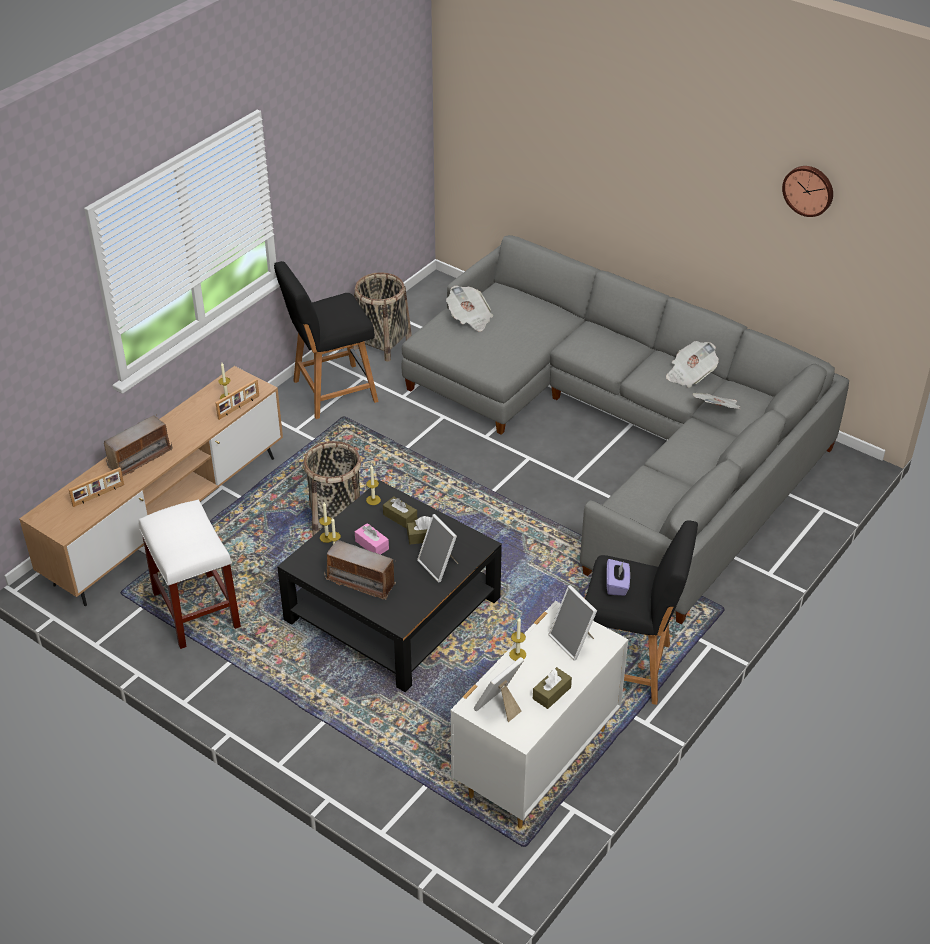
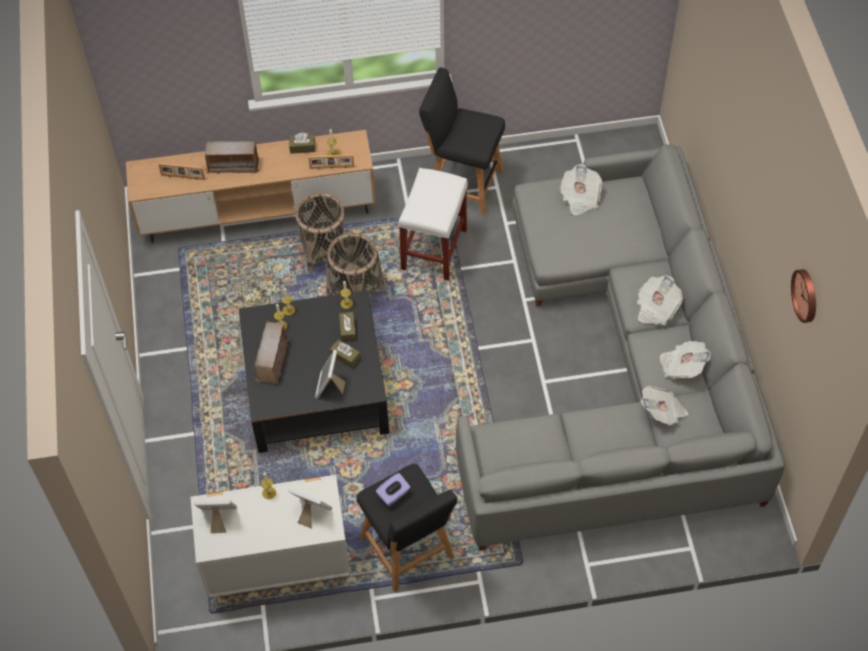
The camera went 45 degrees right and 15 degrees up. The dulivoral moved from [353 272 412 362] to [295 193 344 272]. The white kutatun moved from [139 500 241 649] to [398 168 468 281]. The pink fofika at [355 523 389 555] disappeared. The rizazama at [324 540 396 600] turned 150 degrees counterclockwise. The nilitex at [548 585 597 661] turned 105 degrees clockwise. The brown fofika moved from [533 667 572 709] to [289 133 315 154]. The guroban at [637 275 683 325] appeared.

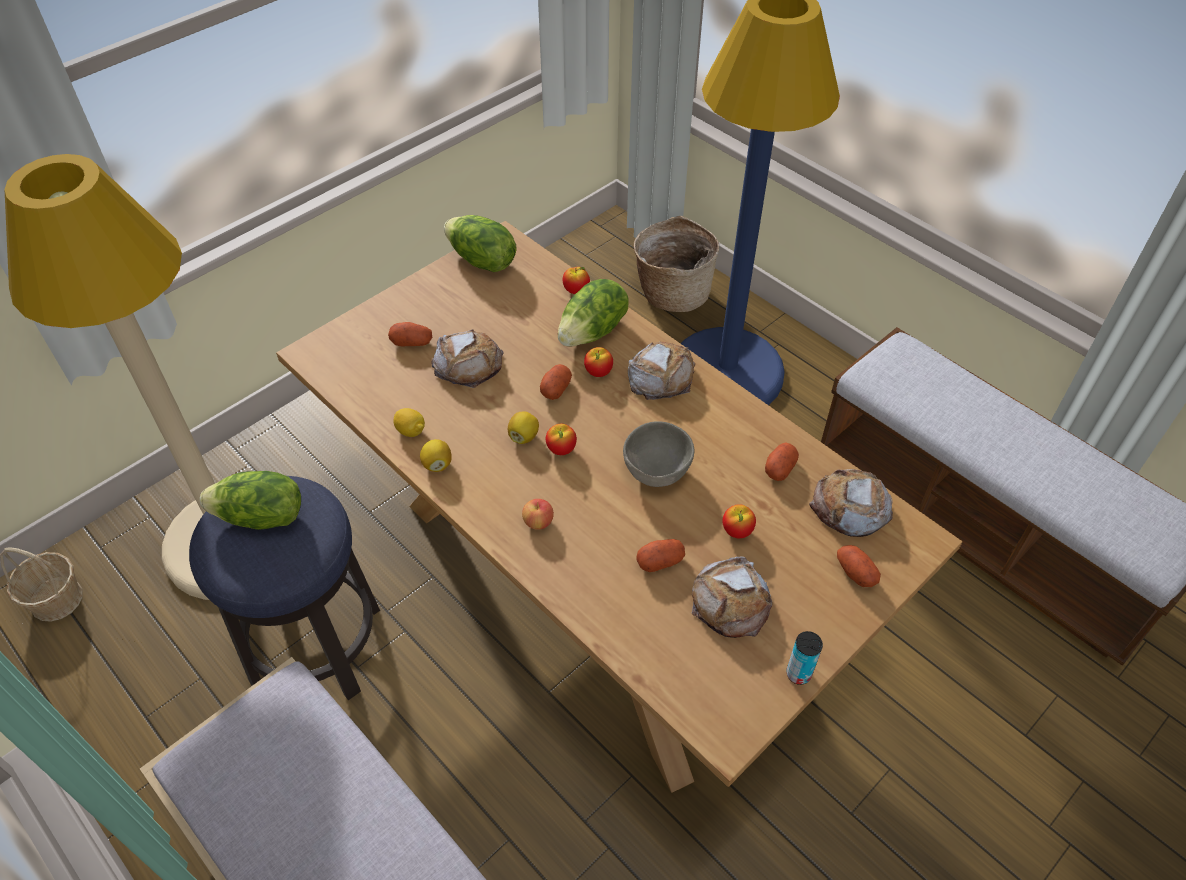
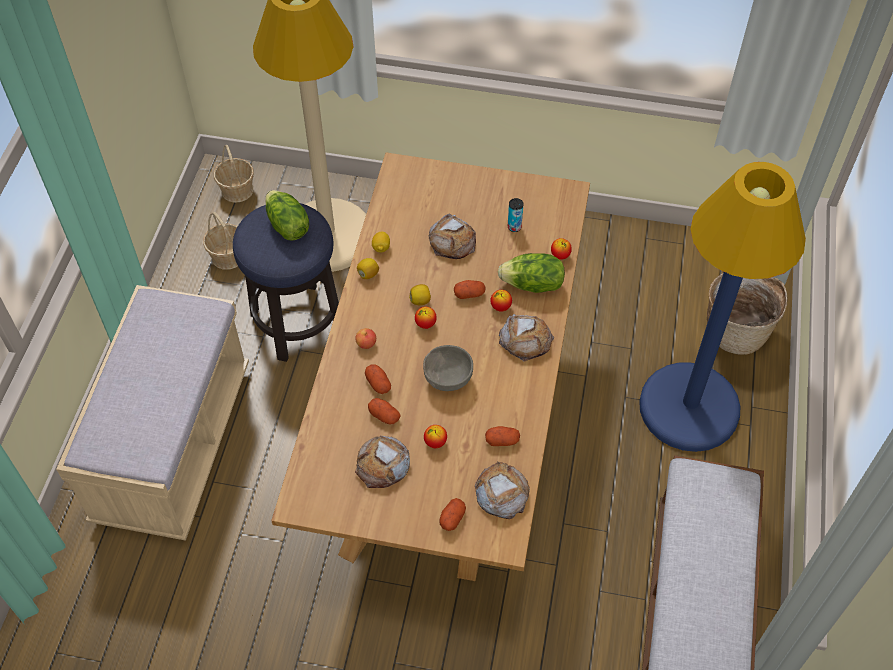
The camera went 55 degrees right and 5 degrees up. The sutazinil at [444 215 517 272] disappeared. The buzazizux moved from [388 322 433 347] to [365 364 391 394]. The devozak moved from [786 631 823 685] to [507 198 524 232]. The dulivoral at [203 212 238 270] appeared.

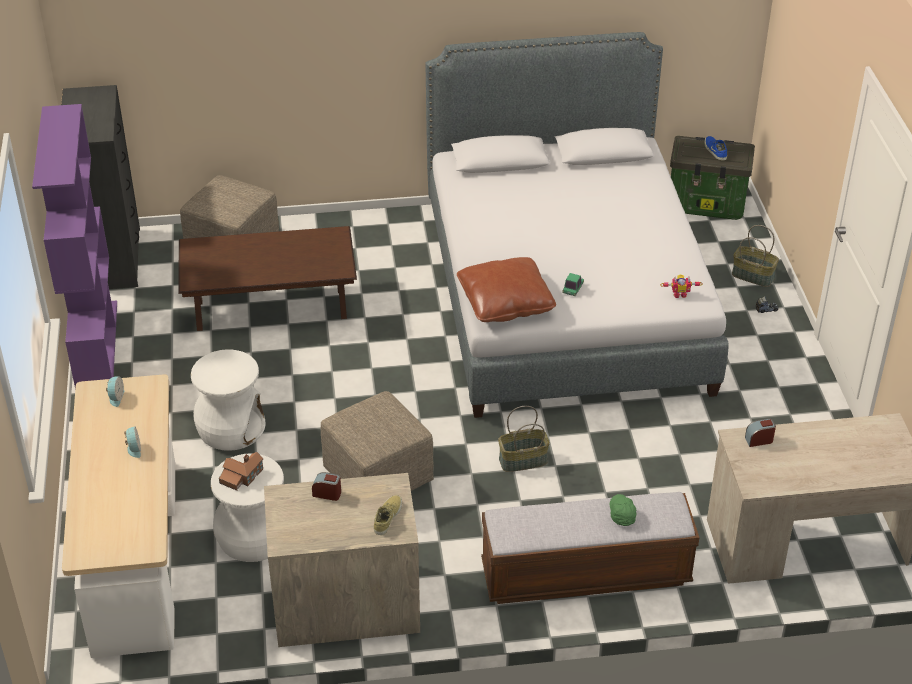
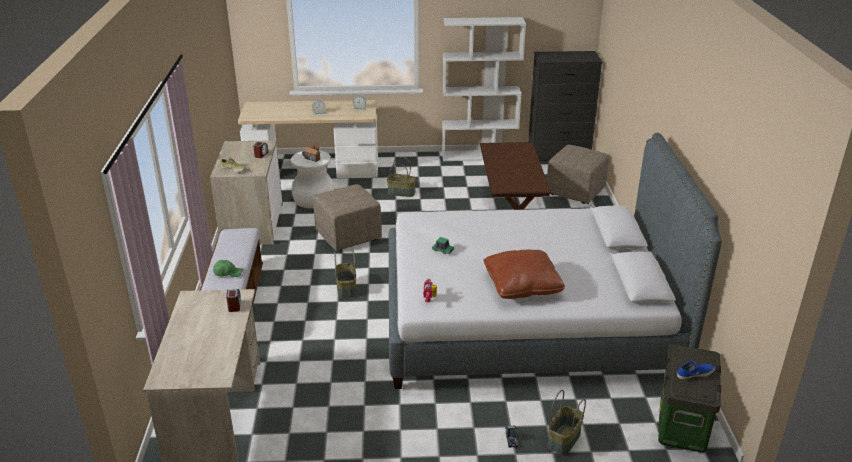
The camera went 95 degrees right and 10 degrees down. The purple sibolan at [32 104 117 388] became the white sibolan at [442 17 526 161]. The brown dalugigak moved from [457 257 556 322] to [483 250 565 299]. The white kutatun at [191 349 266 451] was replaced by the dulivoral at [387 157 416 197].

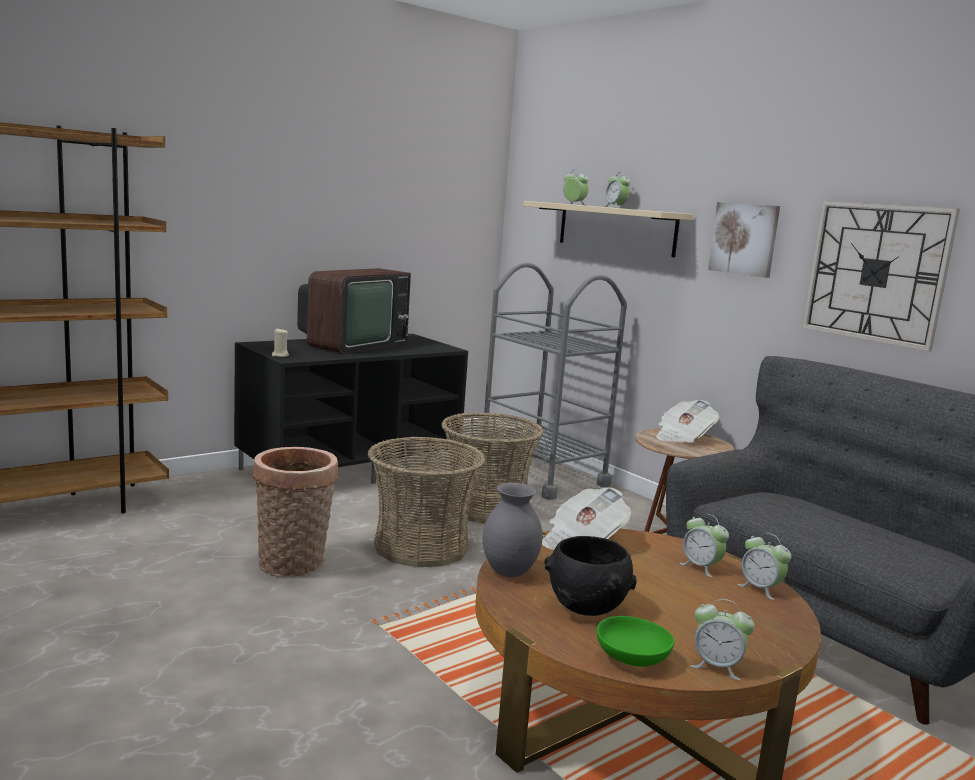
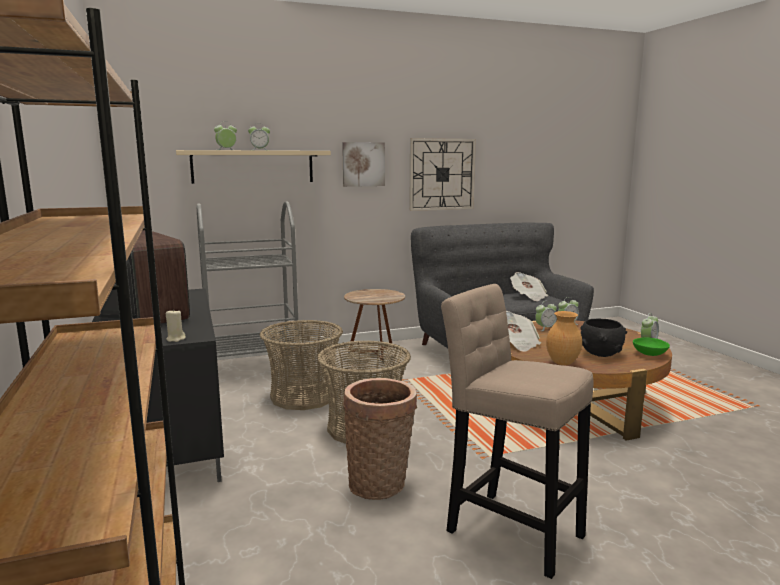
The camera went 70 degrees left and 0 degrees up. The guroban moved from [656 400 719 443] to [510 272 548 301]. The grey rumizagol at [482 483 543 577] became the brown rumizagol at [546 311 582 365]. The beige kutatun at [441 284 594 579] appeared.

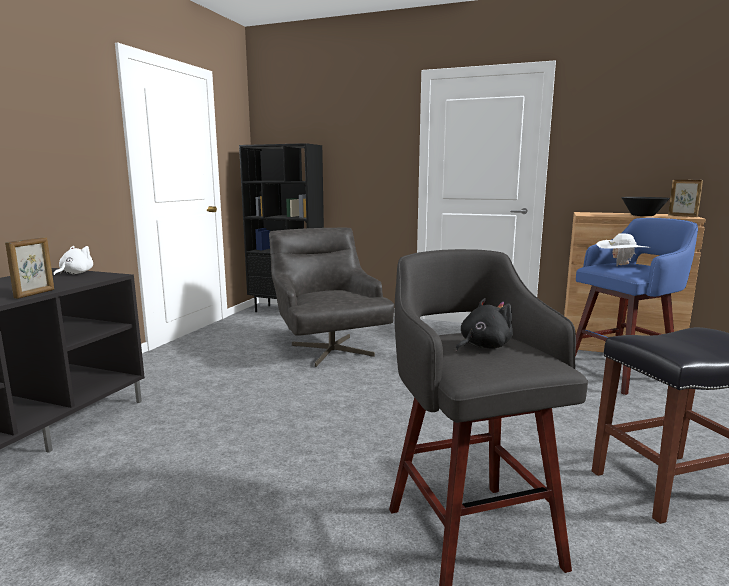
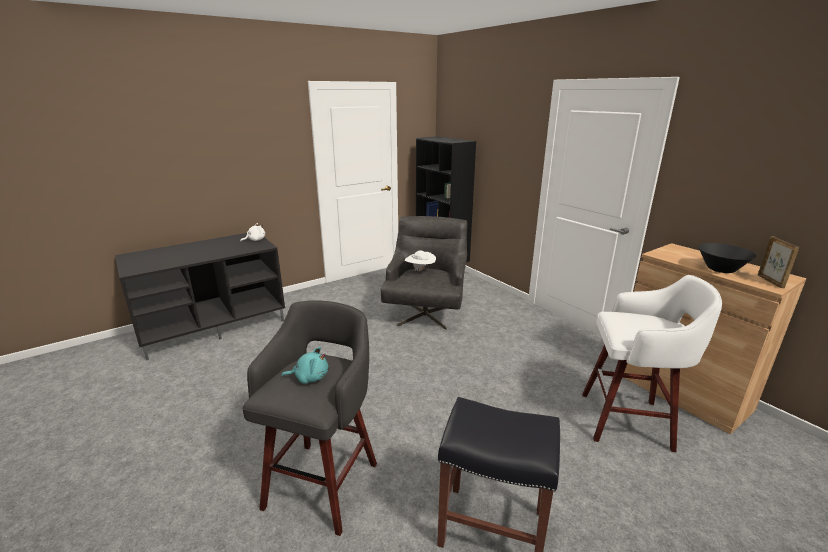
The camera went 35 degrees right and 10 degrees up. The blue kutatun at [575 218 698 395] became the white kutatun at [582 275 722 452]. The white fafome moved from [596 233 652 266] to [405 251 436 271]. The nilitex at [5 237 54 299] disappeared. The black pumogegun at [455 298 513 351] became the turquoise pumogegun at [281 347 328 384].

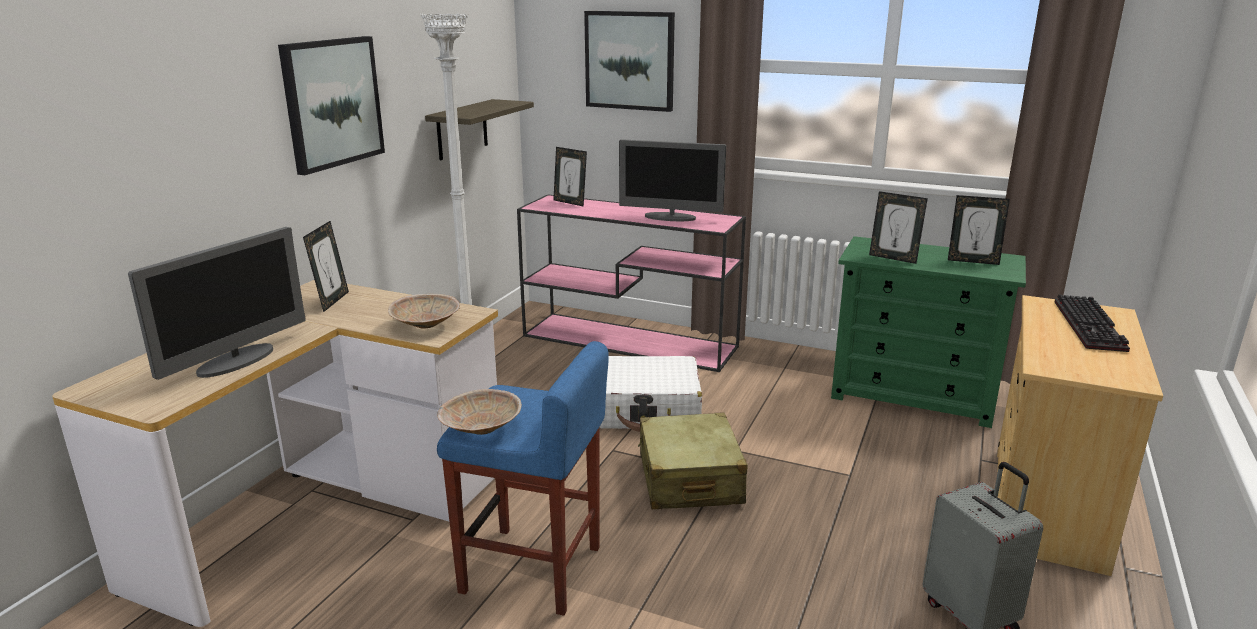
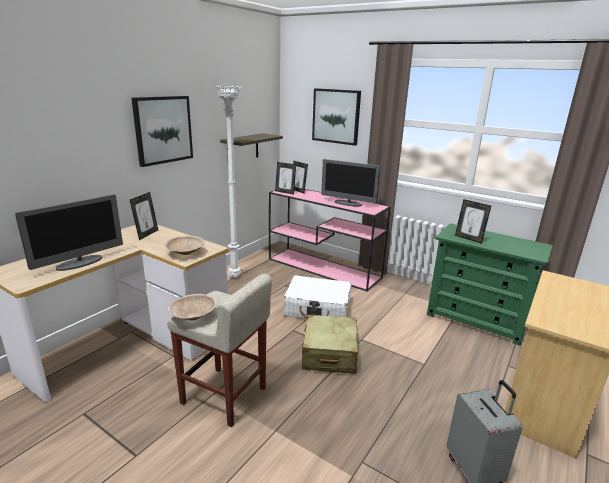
The camera went 10 degrees right and 0 degrees up. The nilitex moved from [948 195 1010 265] to [275 162 296 194]. The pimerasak at [1055 295 1130 352] disappeared. The blue kutatun at [437 341 609 616] became the beige kutatun at [167 274 272 428].

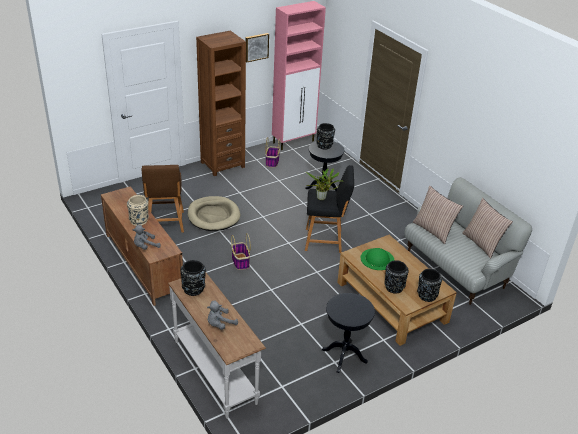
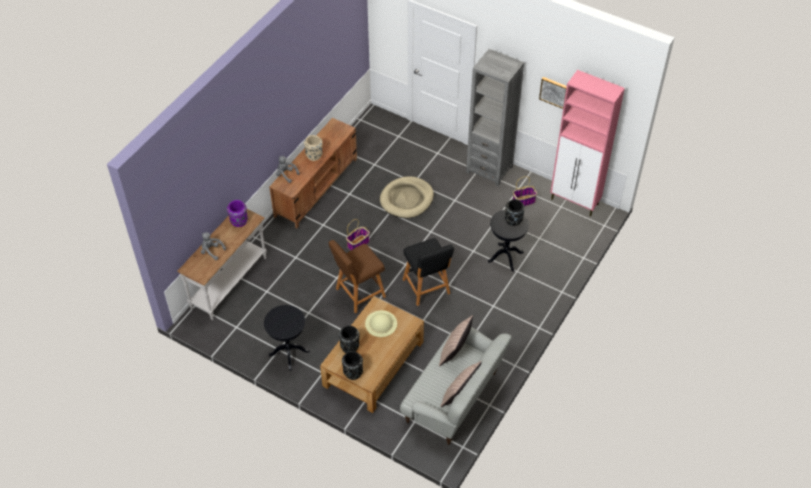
The camera went 65 degrees right and 15 degrees up. The brown sibolan at [196 31 246 176] became the grey sibolan at [466 49 524 186]. The brown kutatun moved from [142 165 184 233] to [328 240 386 314]. The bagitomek at [305 168 343 200] disappeared. The green fafome at [361 248 394 270] became the beige fafome at [365 310 397 337]. The black rumizagol at [180 260 206 296] became the purple rumizagol at [227 200 248 227].

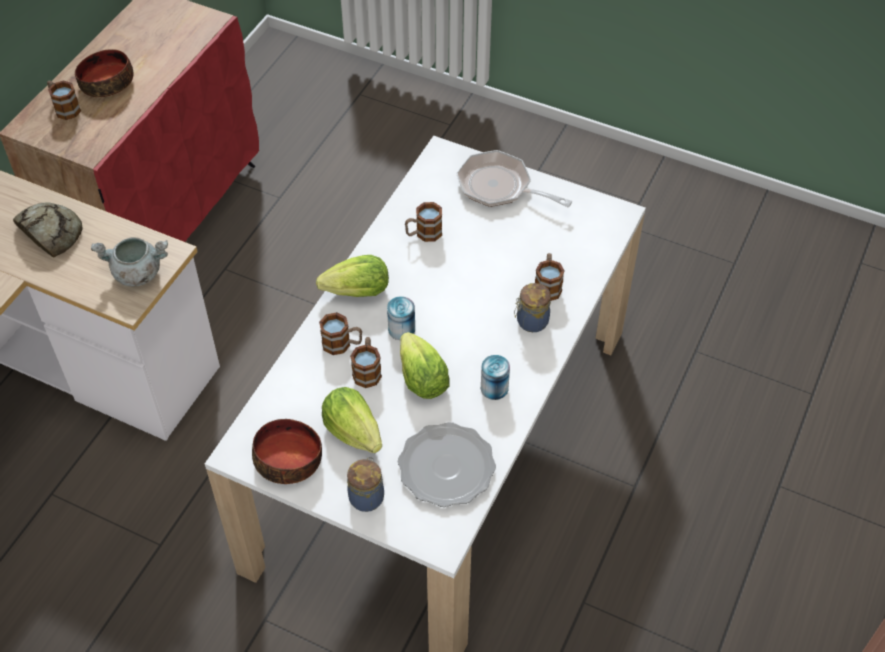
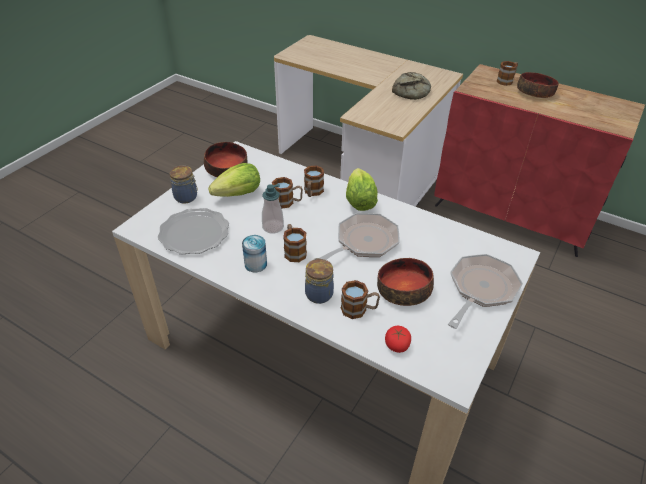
The camera went 95 degrees right and 10 degrees down. The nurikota moved from [405 202 442 242] to [283 224 307 262]. The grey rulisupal at [91 237 168 287] disappeared. The devozak at [387 296 415 340] disappeared. The sutazinil at [400 332 450 399] was replaced by the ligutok at [262 184 284 234]. The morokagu at [319 213 400 260] appeared. The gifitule at [377 258 434 306] appeared. The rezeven at [385 326 411 353] appeared.

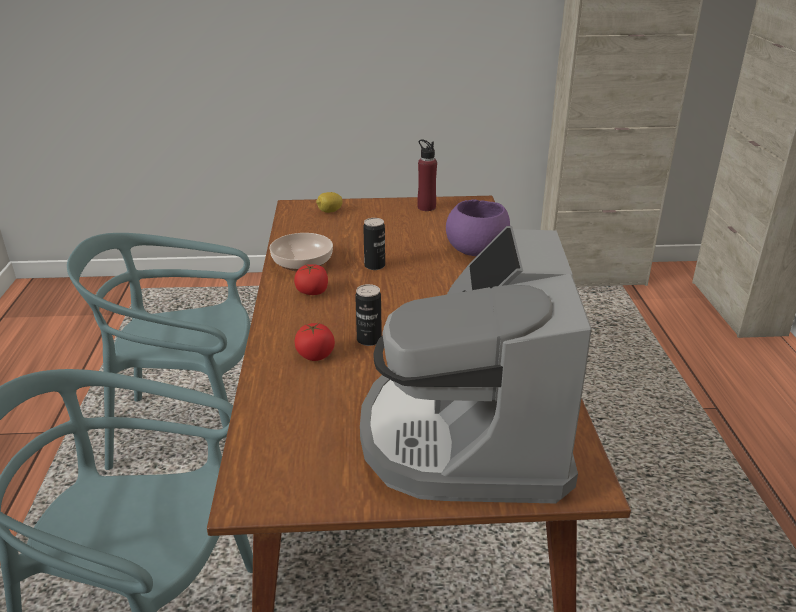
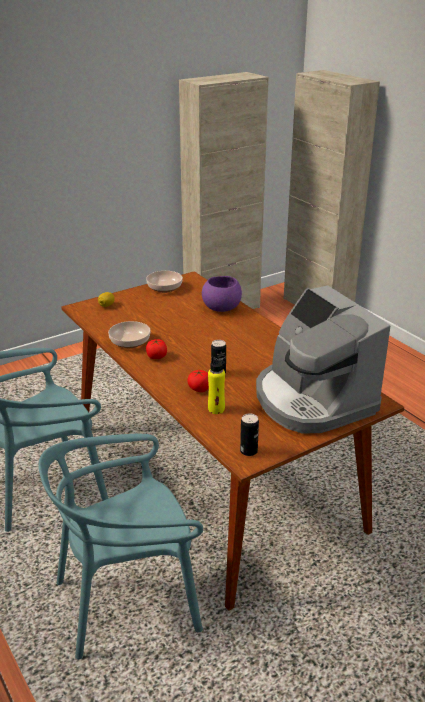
The camera went 30 degrees left and 0 degrees up. The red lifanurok at [417 139 437 211] was replaced by the gifitule at [146 271 183 293]. The devozak moved from [363 218 385 270] to [240 413 259 456]. The yellow lifanurok at [208 355 226 414] appeared.

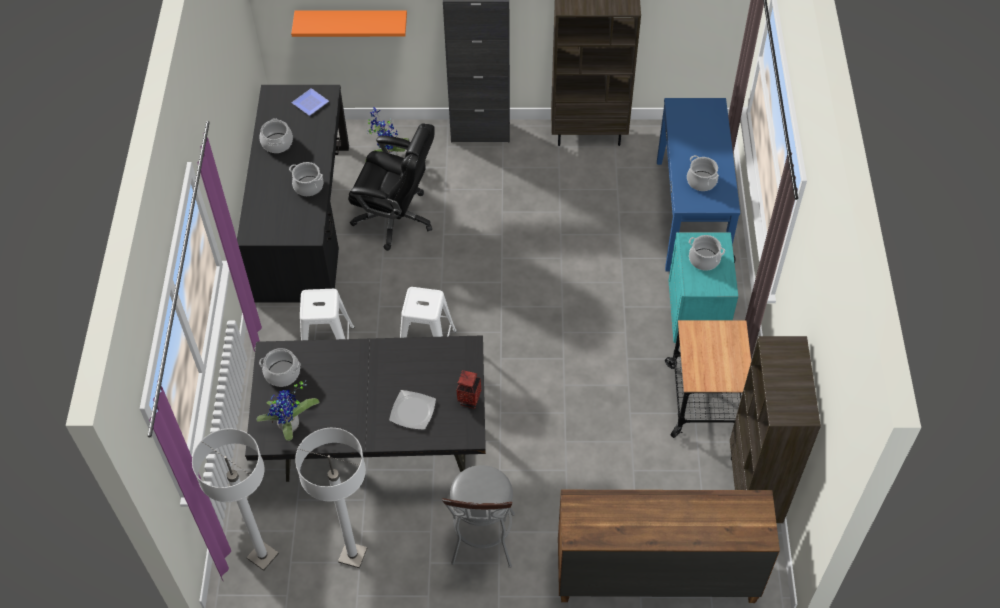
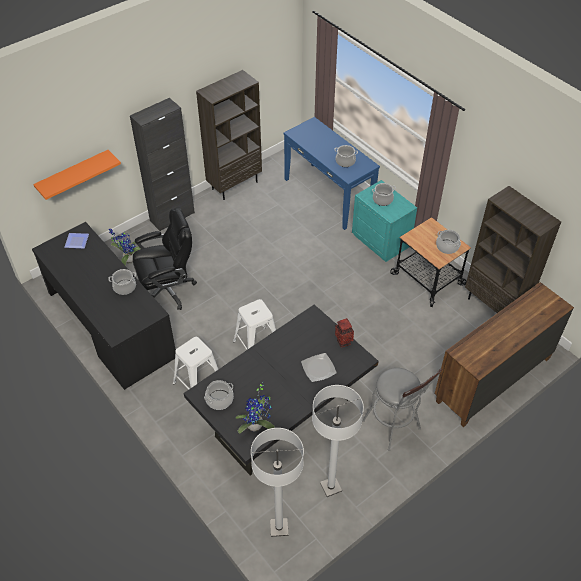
The camera went 40 degrees left and 5 degrees down. The rulisupal moved from [259 118 293 153] to [436 230 461 254].

